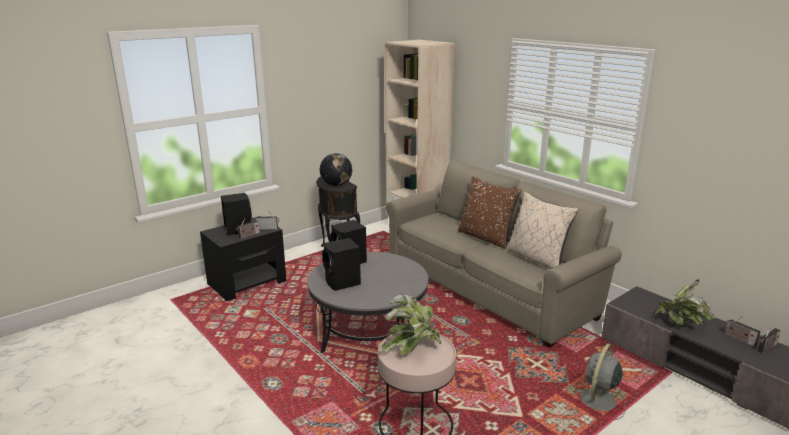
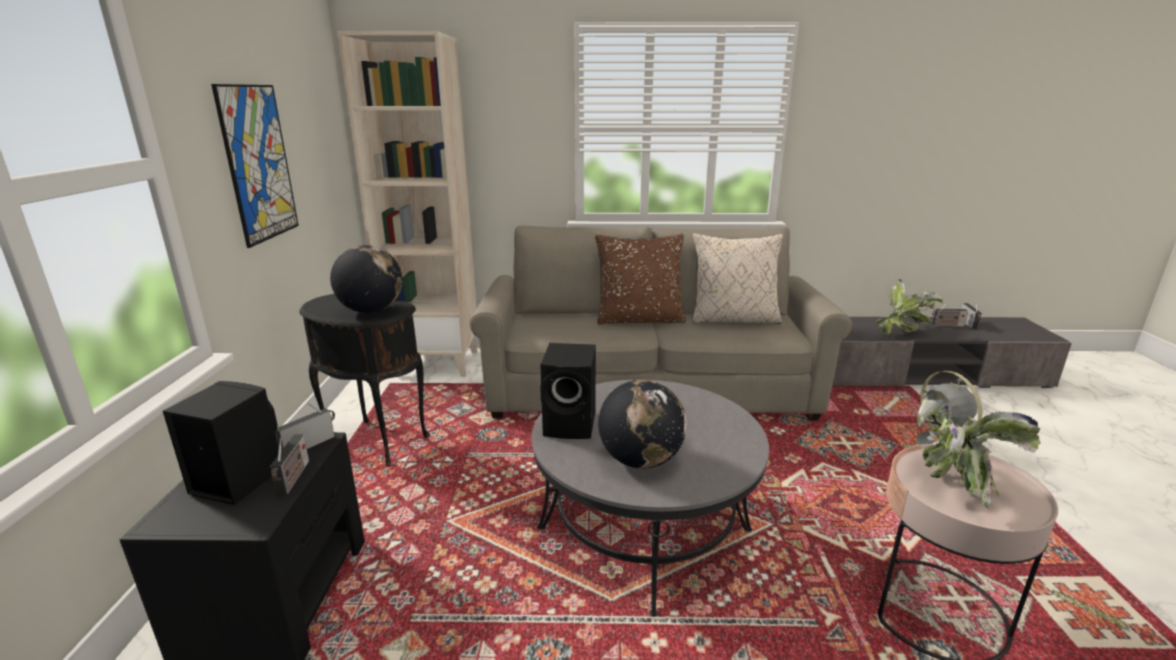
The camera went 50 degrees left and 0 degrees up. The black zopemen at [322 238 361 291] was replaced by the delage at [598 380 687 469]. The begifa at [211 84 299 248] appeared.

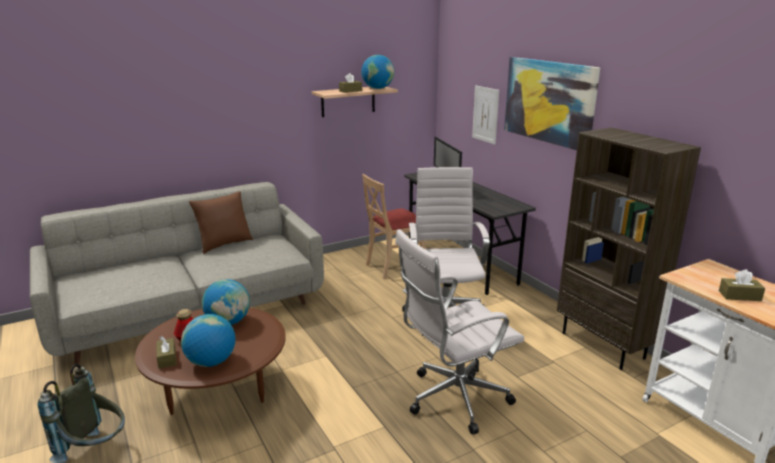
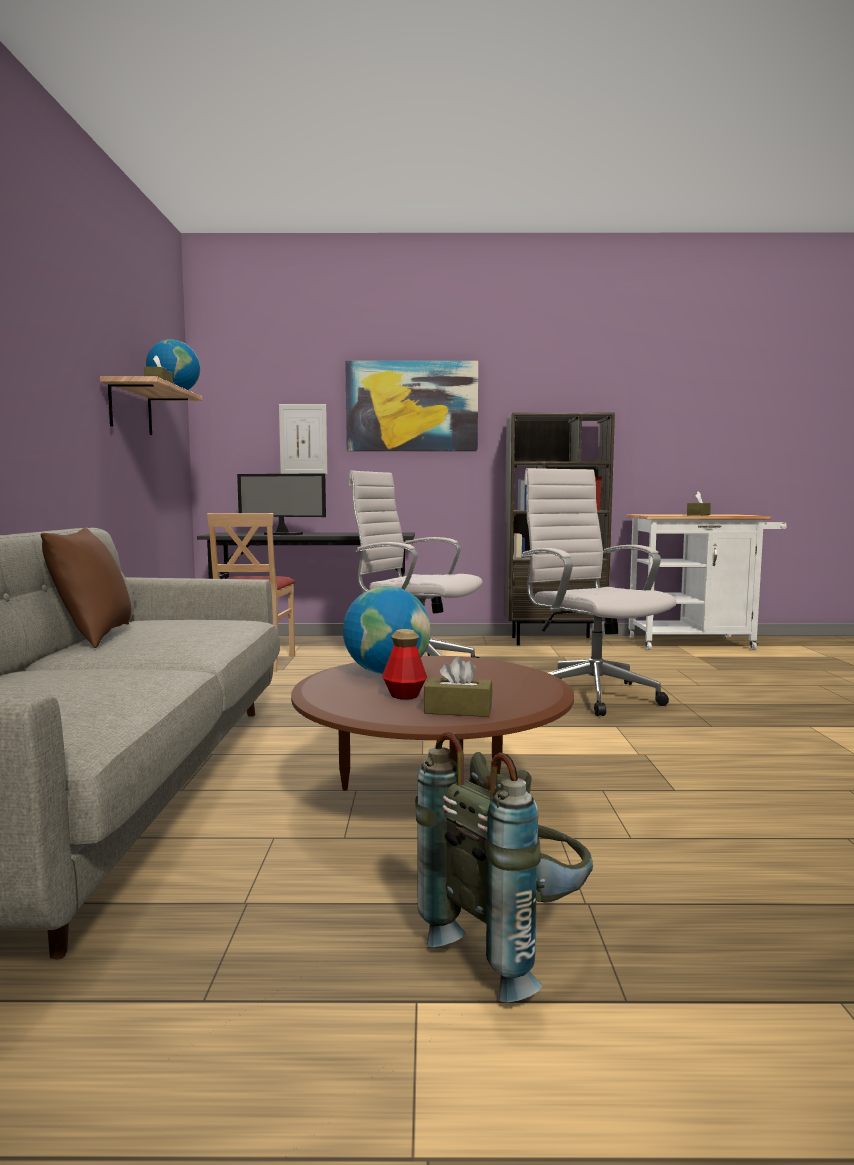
The camera went 60 degrees left and 15 degrees down. The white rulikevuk at [395 229 525 435] turned 150 degrees clockwise. The delage at [181 314 235 367] disappeared.

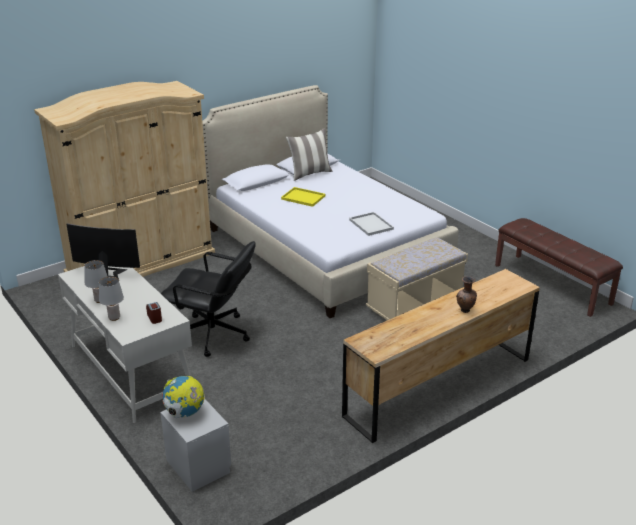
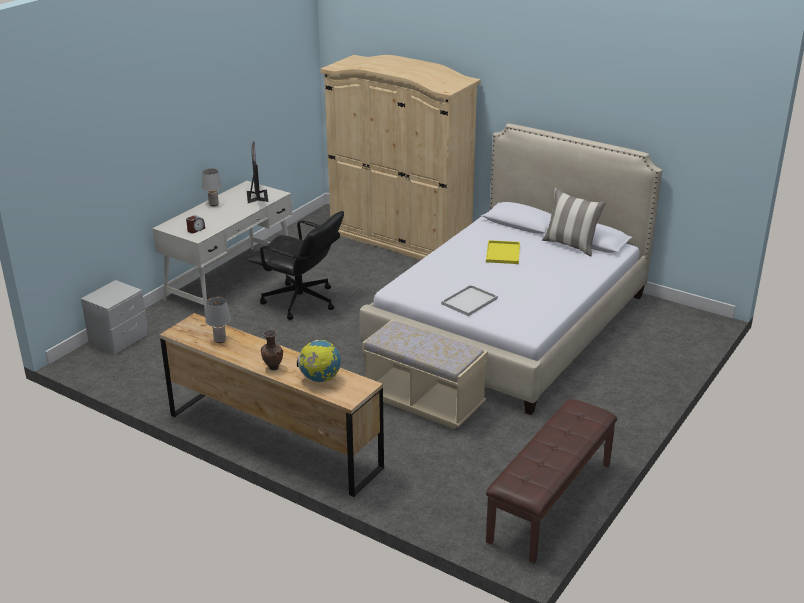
The camera went 70 degrees right and 0 degrees up. The black rulikevuk at [160 241 256 357] turned 60 degrees counterclockwise. The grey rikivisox moved from [99 276 124 321] to [205 296 231 343]. The delage moved from [162 376 204 418] to [297 340 341 382].

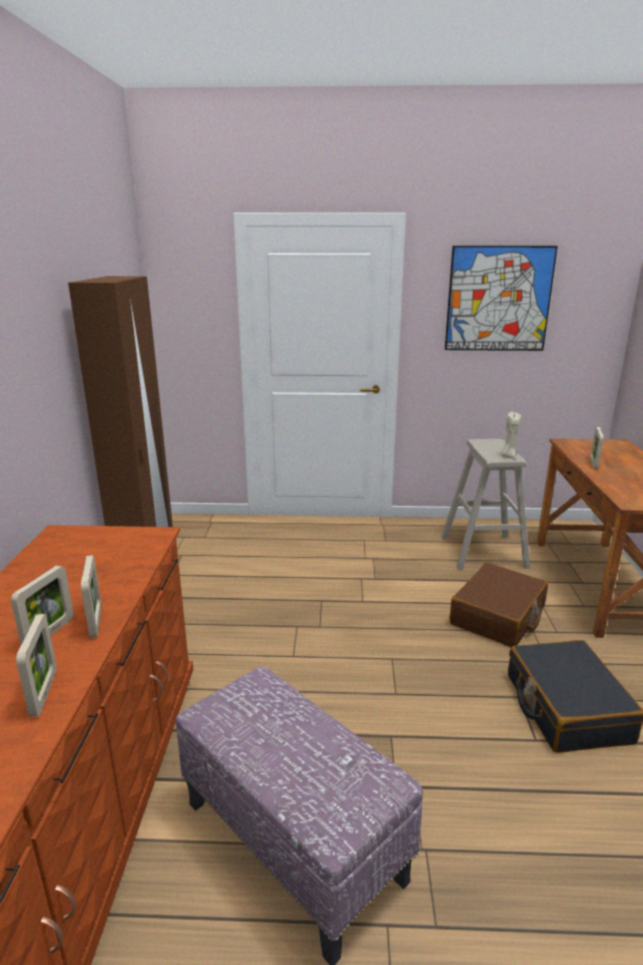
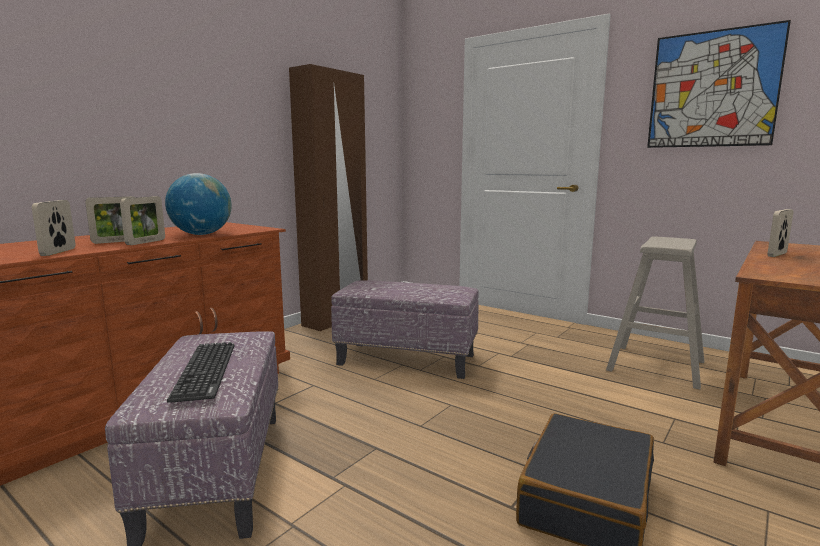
The camera went 35 degrees right and 10 degrees down. The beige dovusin at [501 412 521 458] disappeared. The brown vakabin at [450 563 548 647] disappeared. The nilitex at [16 614 56 717] turned 150 degrees clockwise. The delage at [165 173 232 235] appeared. The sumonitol at [331 280 479 379] appeared. The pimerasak at [167 342 235 403] appeared.

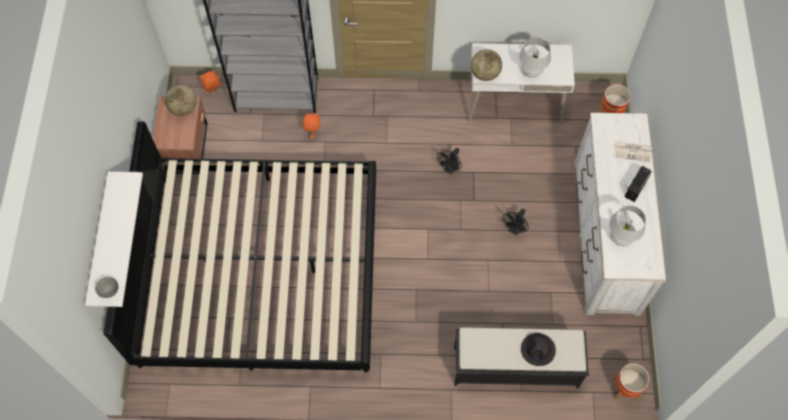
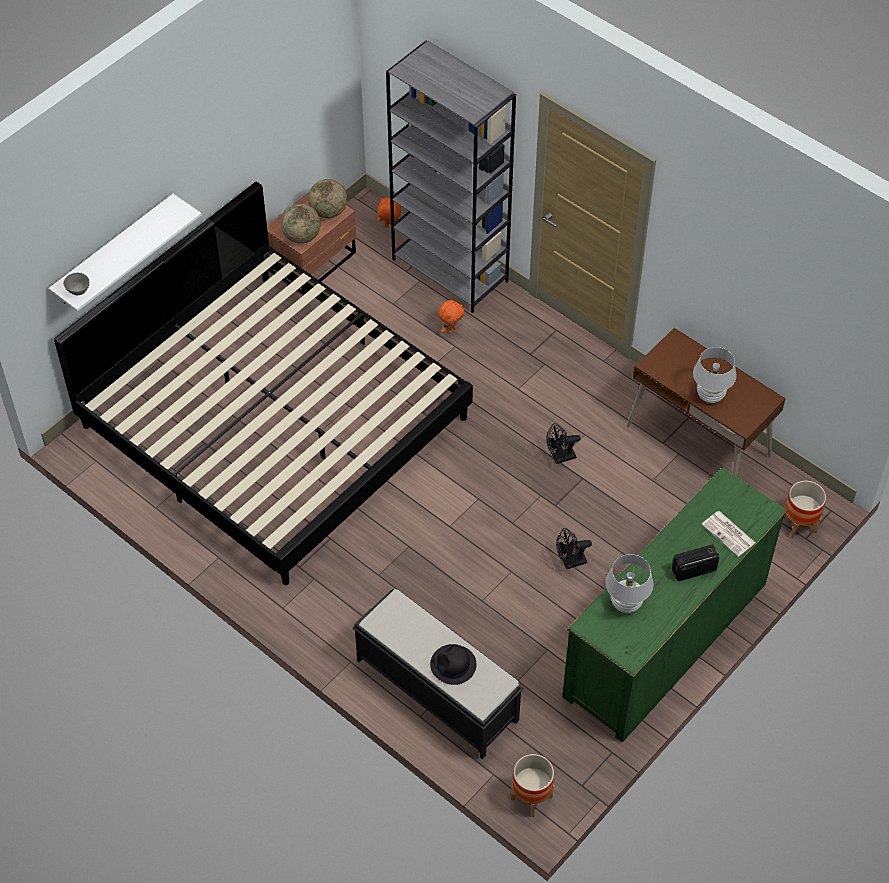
The camera went 40 degrees right and 10 degrees down. The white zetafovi at [467 43 575 124] became the brown zetafovi at [627 328 786 476]. The delage moved from [471 49 502 81] to [281 204 320 244]. The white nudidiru at [574 113 667 316] became the green nudidiru at [562 467 787 743].

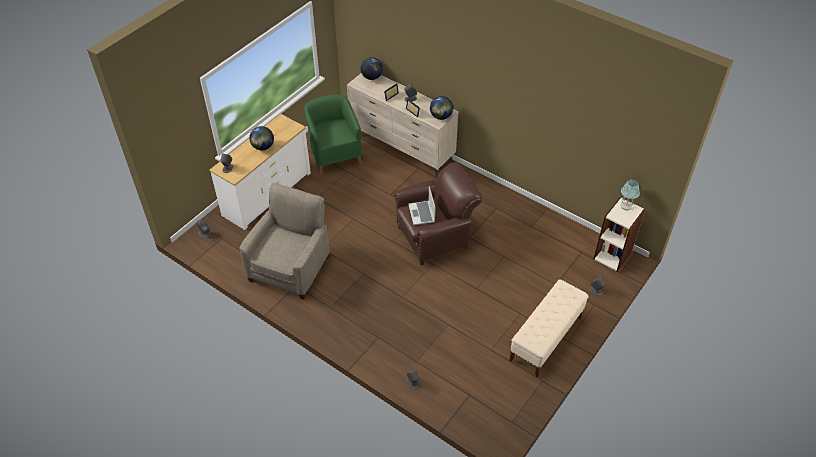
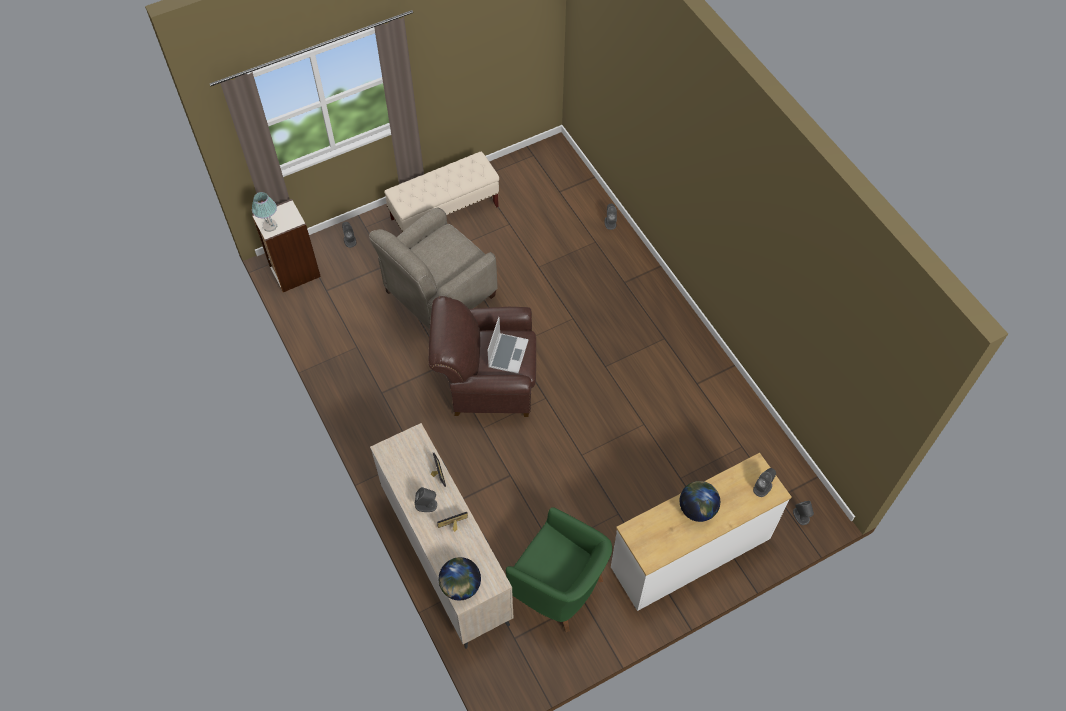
The camera went 155 degrees left and 10 degrees up. The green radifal at [304 94 362 176] turned 60 degrees counterclockwise. The delage at [430 96 453 120] disappeared. The beige radifal moved from [239 183 330 300] to [369 208 498 329].

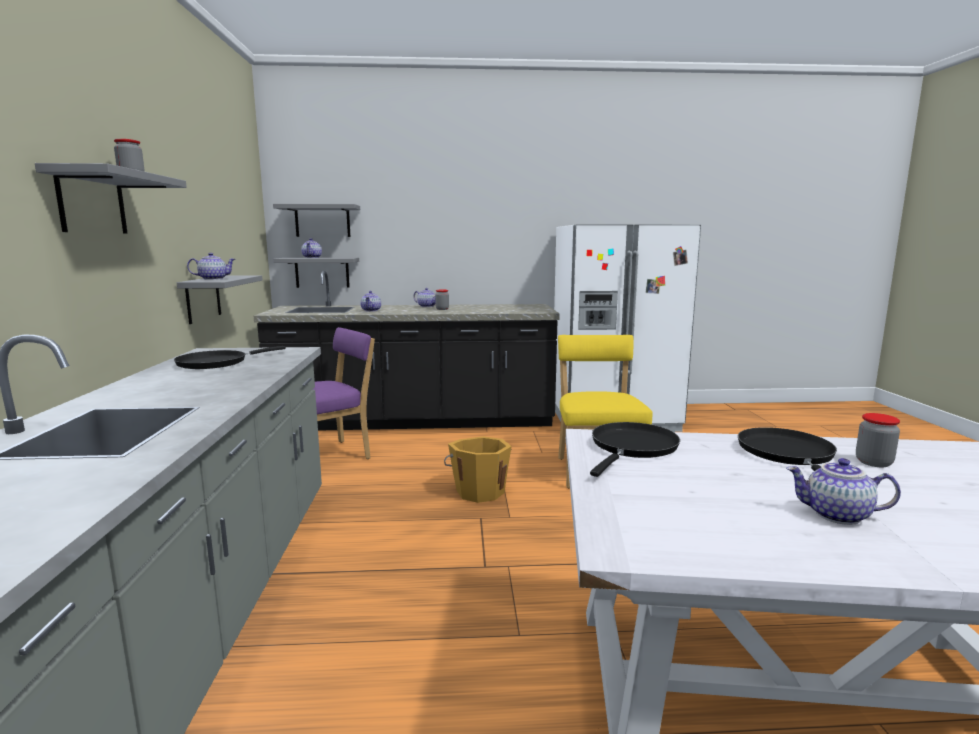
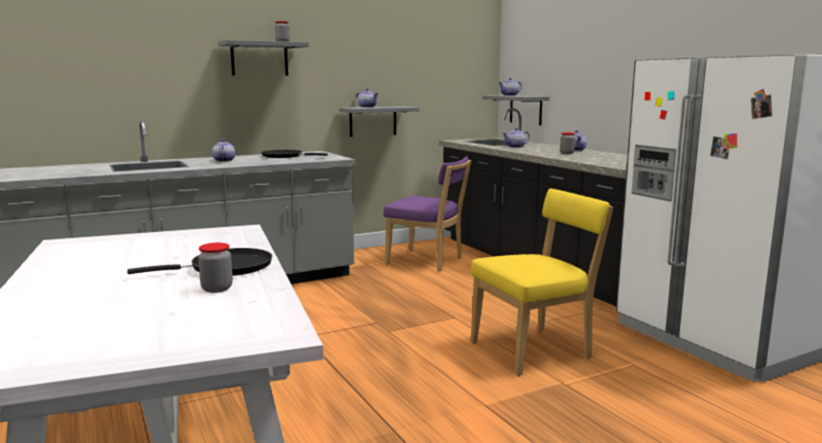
The camera went 65 degrees right and 0 degrees up. The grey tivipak at [273 204 360 237] disappeared. The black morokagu at [590 422 680 477] disappeared. The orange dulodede at [444 436 512 503] disappeared. The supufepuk moved from [786 458 901 525] to [212 139 235 162].

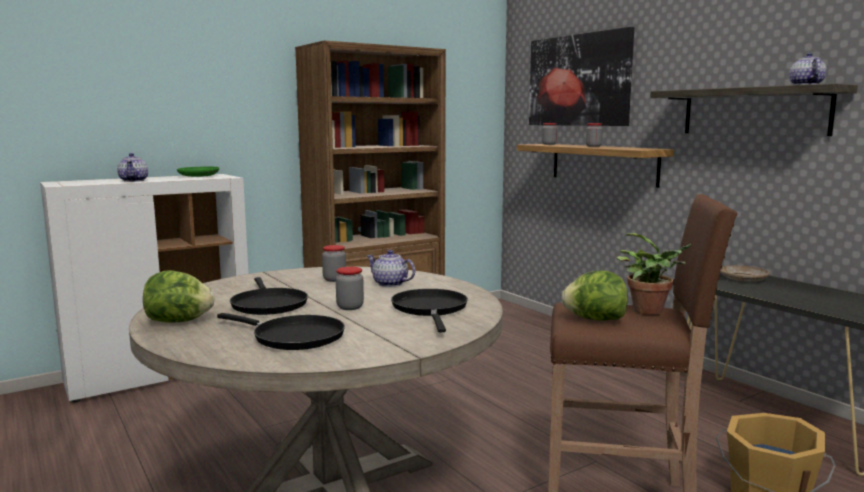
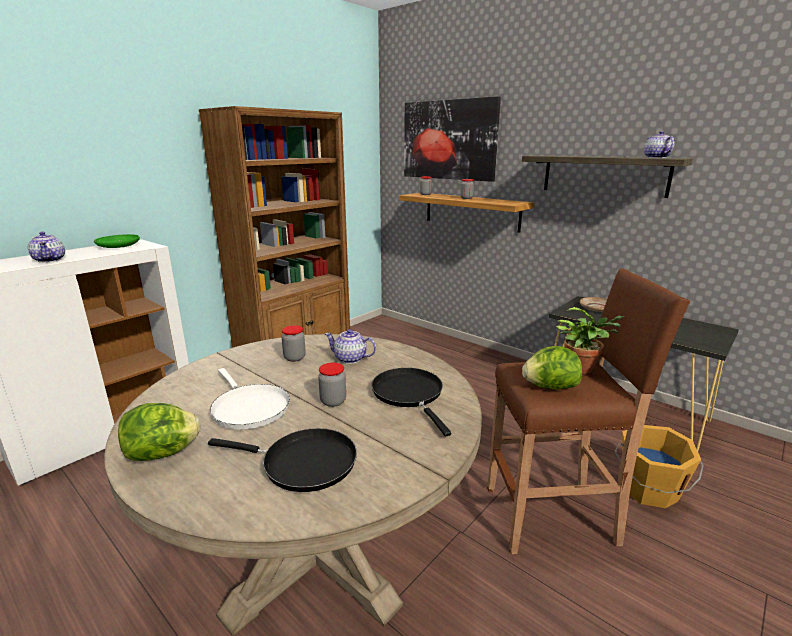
The camera went 15 degrees left and 10 degrees up. The black morokagu at [230 277 308 315] became the white morokagu at [210 368 290 429].

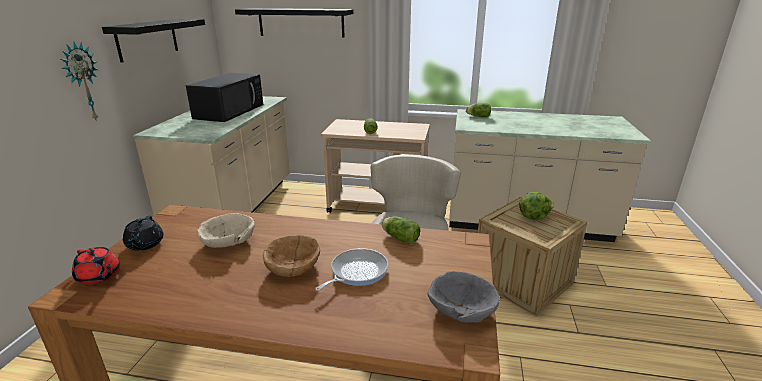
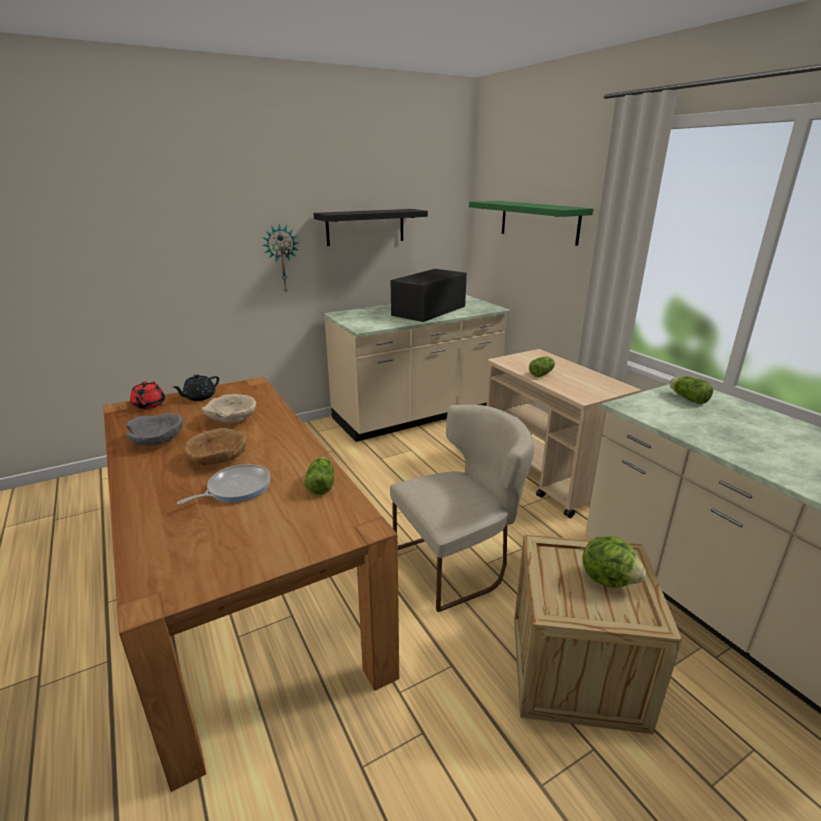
The camera went 50 degrees right and 0 degrees up. The black tivipak at [235 8 353 38] became the green tivipak at [469 201 593 246]. The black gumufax at [186 73 263 122] turned 150 degrees clockwise. The morokagu at [315 248 388 291] turned 45 degrees counterclockwise. The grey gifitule moved from [428 271 500 323] to [126 413 183 446].

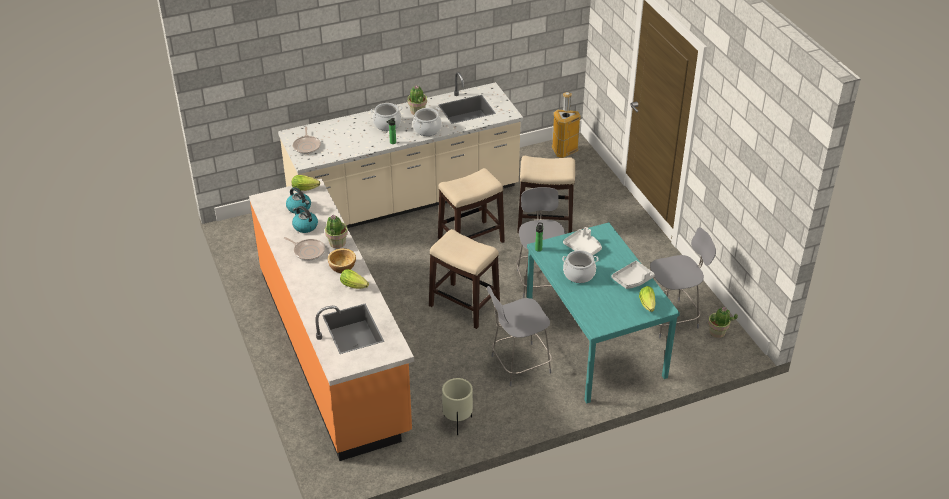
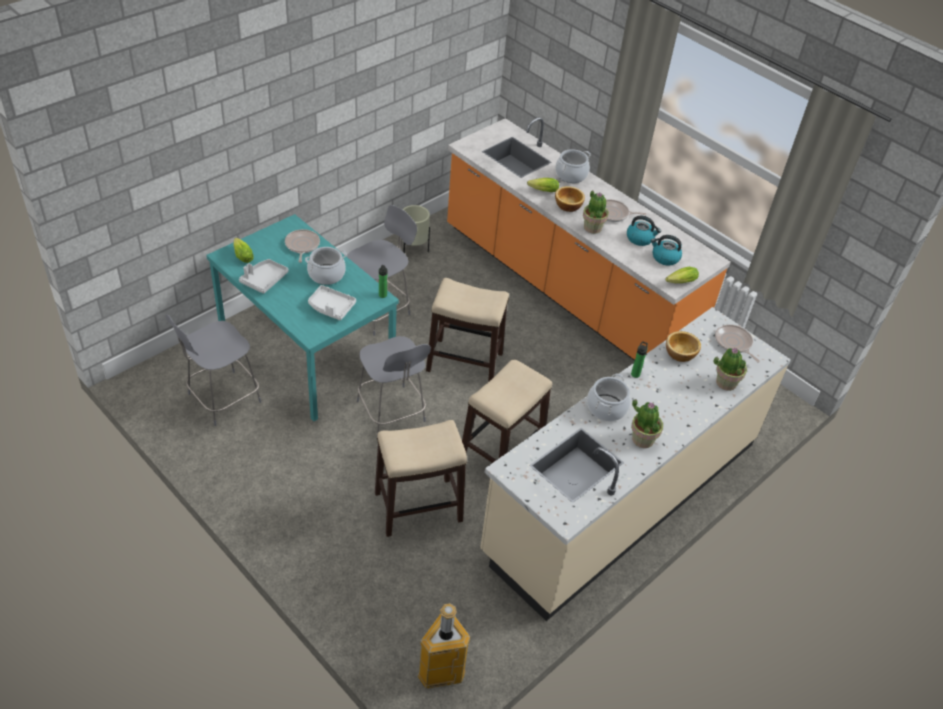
The camera went 155 degrees right and 5 degrees up. The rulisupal moved from [371 103 402 131] to [555 149 591 183]. The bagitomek moved from [708 307 738 338] to [713 348 747 391]. The morokagu at [285 229 320 263] appeared. The gifitule at [666 331 701 362] appeared.

